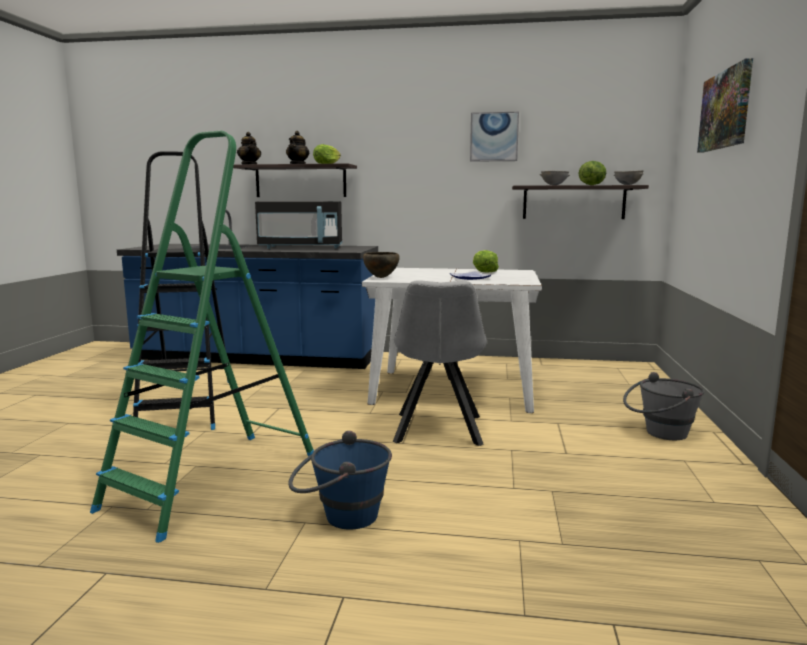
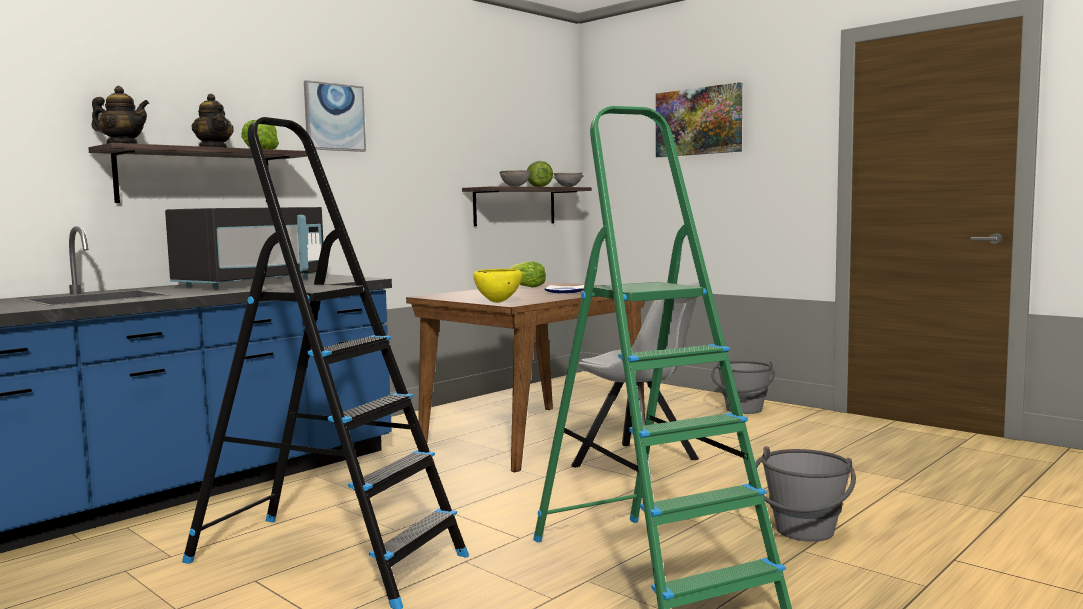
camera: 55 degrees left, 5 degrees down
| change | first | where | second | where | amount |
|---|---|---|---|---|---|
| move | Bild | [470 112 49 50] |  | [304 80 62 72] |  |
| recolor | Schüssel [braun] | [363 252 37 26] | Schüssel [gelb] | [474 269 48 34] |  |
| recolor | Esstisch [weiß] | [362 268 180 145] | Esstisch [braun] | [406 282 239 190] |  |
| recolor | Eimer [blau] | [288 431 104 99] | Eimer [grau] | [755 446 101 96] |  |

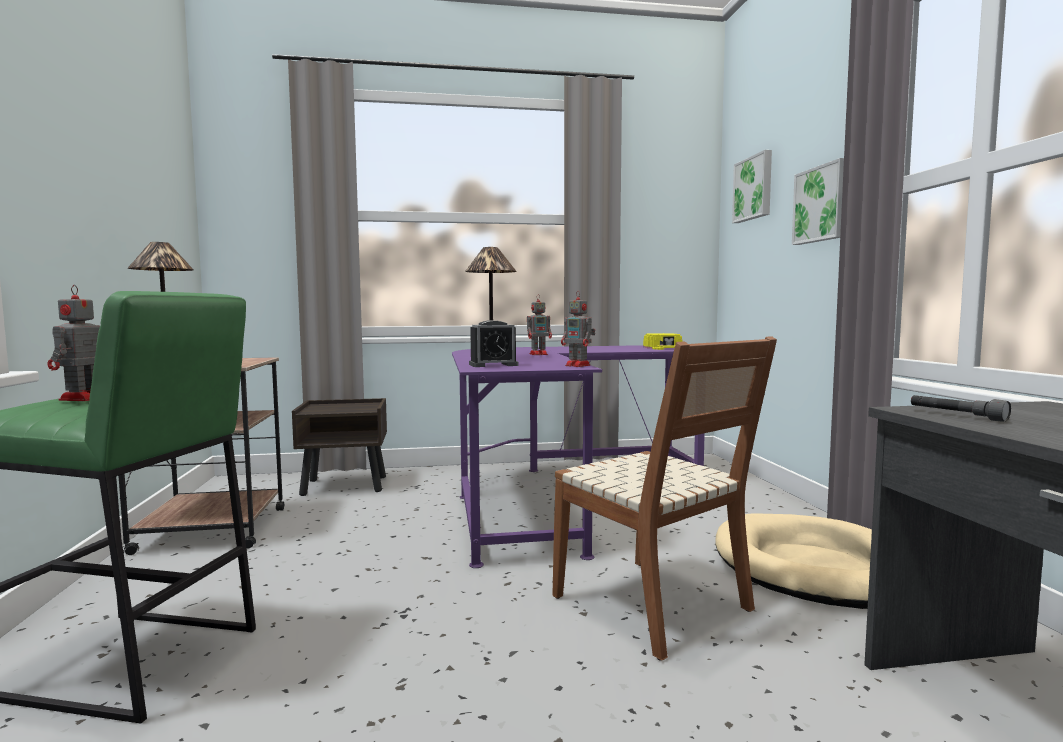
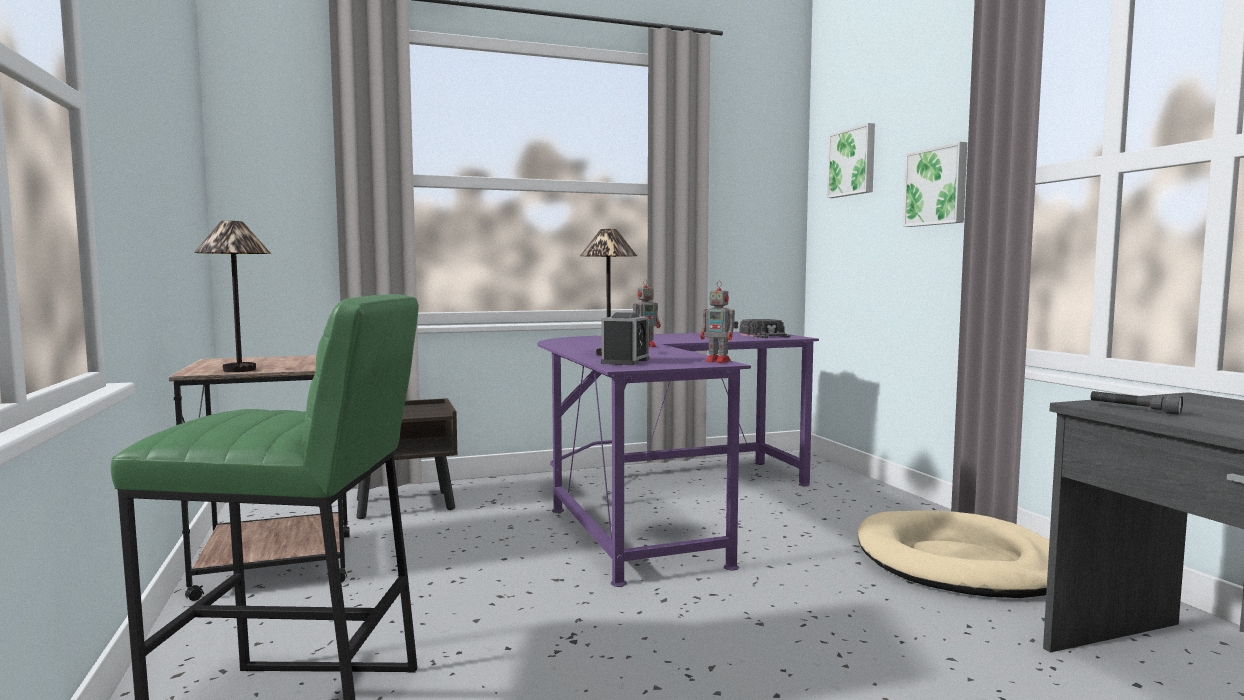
camera: 10 degrees left, 0 degrees up
| change | first | where | second | where | amount |
|---|---|---|---|---|---|
| delete | Spielzeugroboter | [48 285 52 116] |  |  |  |
| rotate | Wecker | [469 320 49 47] |  | [601 312 48 53] | 45 degrees counterclockwise |
| recolor | Kappe [gelb] | [643 333 39 17] | Kappe [schwarz] | [740 319 50 19] |  |
| delete | Stuhl | [552 336 225 325] |  |  |  |

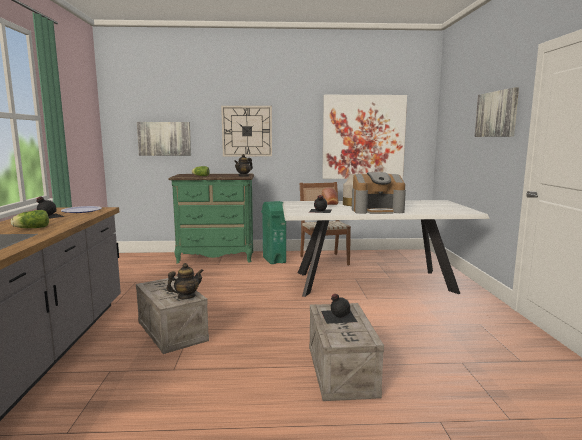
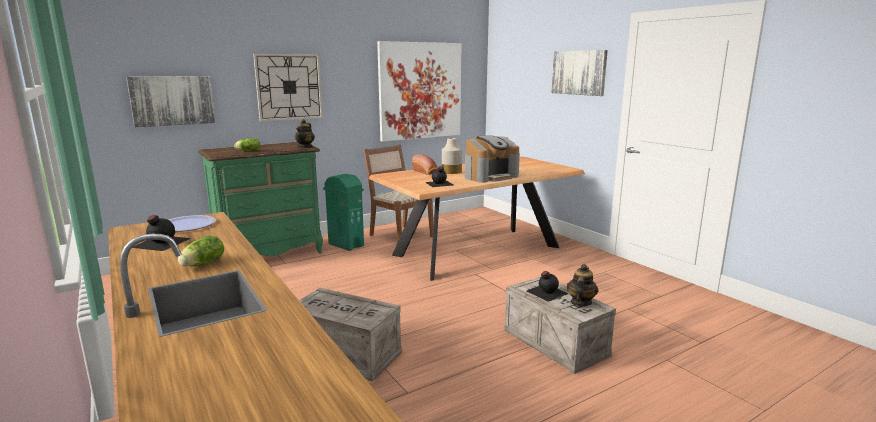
camera: 30 degrees left, 5 degrees up
| change | first | where | second | where | amount |
|---|---|---|---|---|---|
| recolor | Esstisch [weiß] | [282 200 208 97] | Esstisch [braun] | [369 156 216 125] |  |
| move | Teekanne | [166 263 38 36] |  | [567 264 32 42] |  |

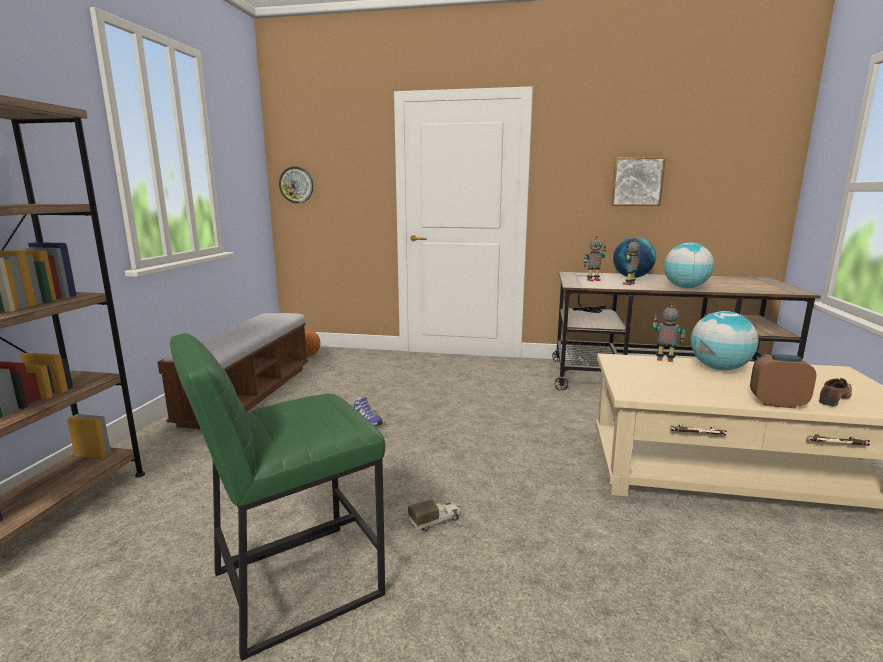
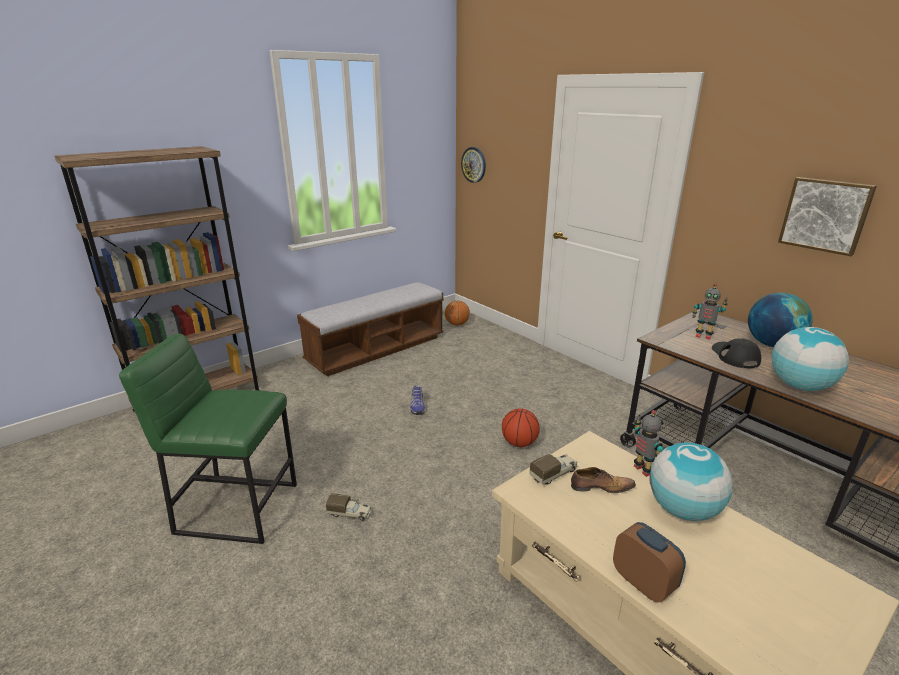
camera: 40 degrees right, 10 degrees up
| change | first | where | second | where | amount |
|---|---|---|---|---|---|
| replace | Spielzeugroboter | [623 238 17 47] | Kappe [schwarz] | [712 338 49 30] |  |
| move | Schuh | [819 378 33 28] |  | [571 467 65 26] |  |
| insert |  |  | Basketball | [502 408 38 39] |  |
| insert |  |  | Spielzeuglaster | [530 454 47 31] |  |

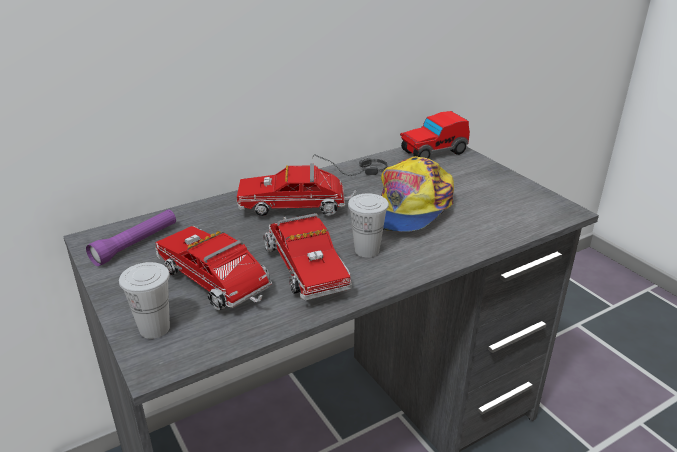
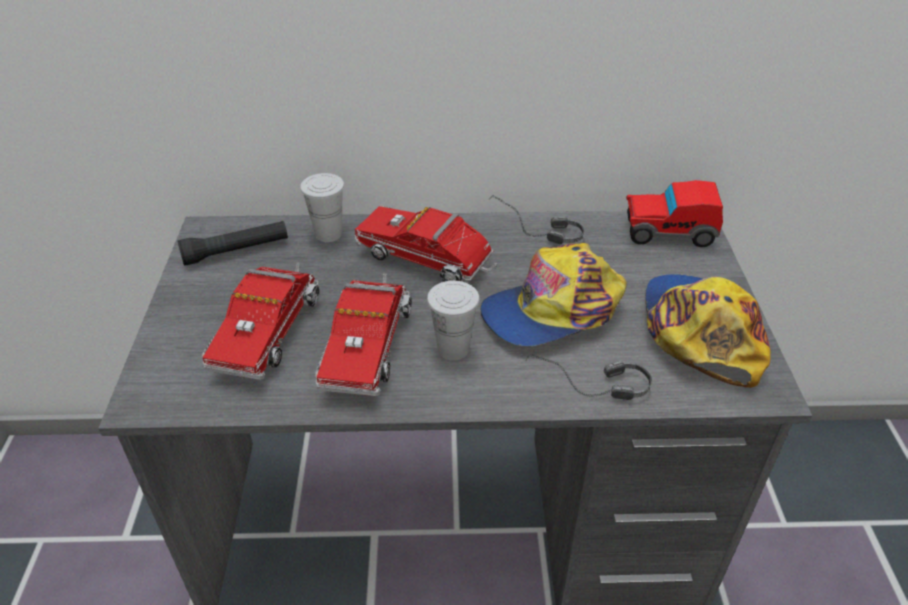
camera: 30 degrees right, 10 degrees up
| change | first | where | second | where | amount |
|---|---|---|---|---|---|
| recolor | Taschenlampe [lila] | [86 209 90 57] | Taschenlampe [schwarz] | [177 221 111 45] |  |
| rotate | Spielzeuglaster | [155 226 117 84] |  | [202 262 117 118] | 150 degrees counterclockwise |
| move | Tasse [weiß] | [119 262 51 77] |  | [300 173 44 69] |  |
| insert |  |  | Kappe | [645 274 126 114] |  |
| insert |  |  | Kopfhörer | [526 354 126 46] |  |

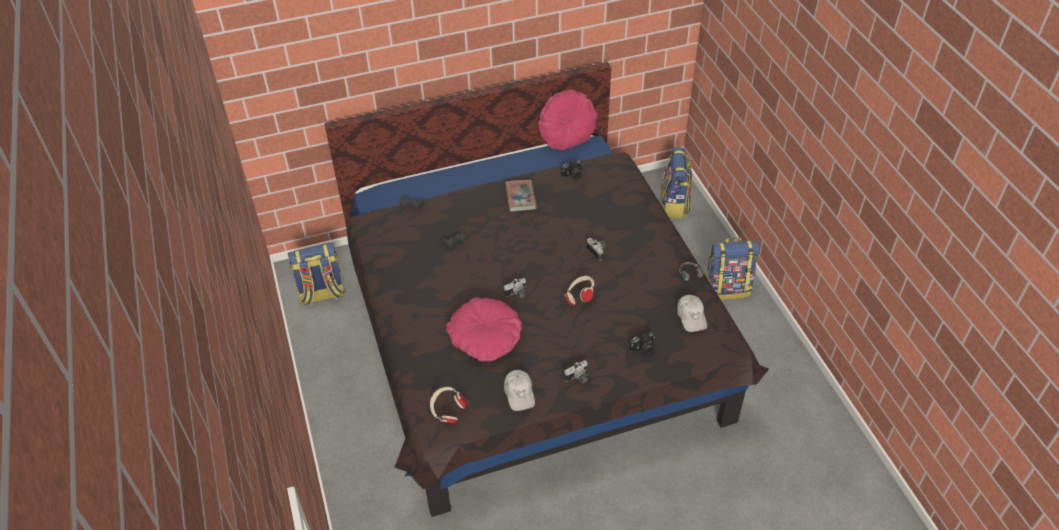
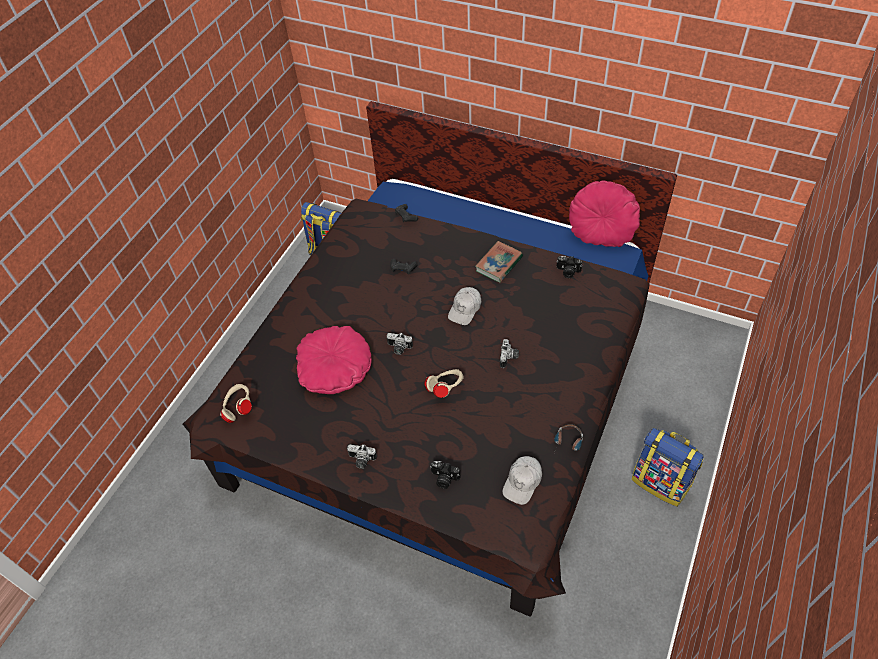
camera: 45 degrees right, 5 degrees up
| change | first | where | second | where | amount |
|---|---|---|---|---|---|
| delete | Rucksack | [660 147 32 72] |  |  |  |
| move | Kappe [weiß] | [504 370 31 41] |  | [448 287 33 38] |  |

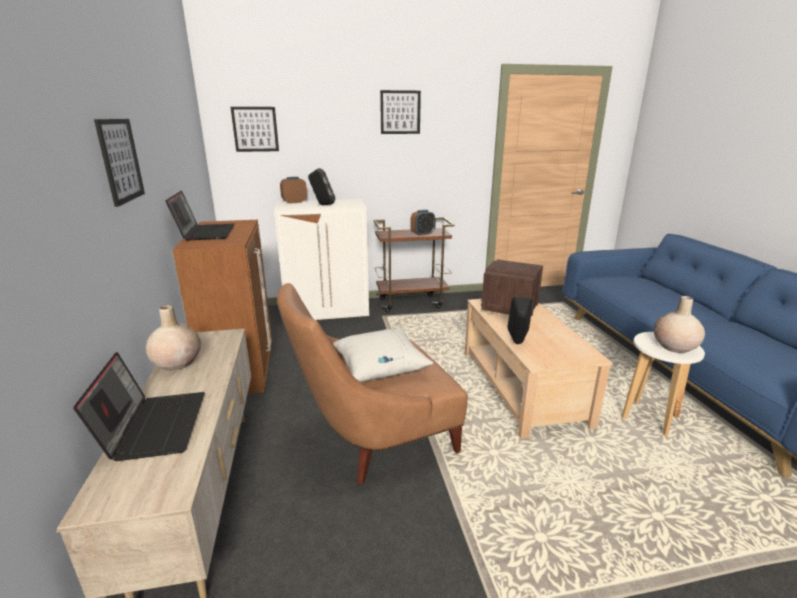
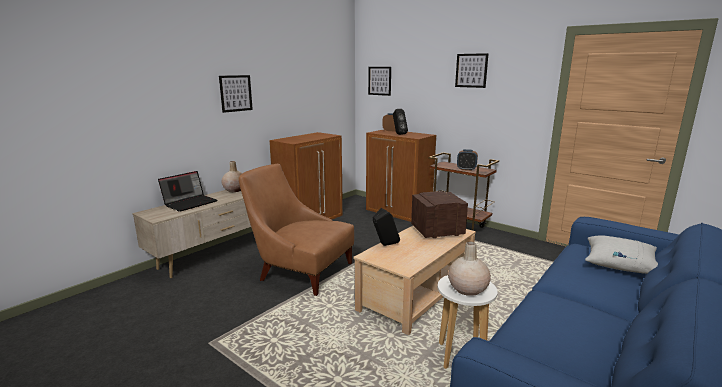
camera: 50 degrees right, 5 degrees down
| change | first | where | second | where | amount |
|---|---|---|---|---|---|
| delete | Laptop | [165 190 70 51] |  |  |  |
| recolor | Schrank [weiß] | [274 199 95 121] | Schrank [braun] | [366 129 70 93] |  |
| move | Kissen [grau] | [333 329 100 53] |  | [585 236 73 38] |  |

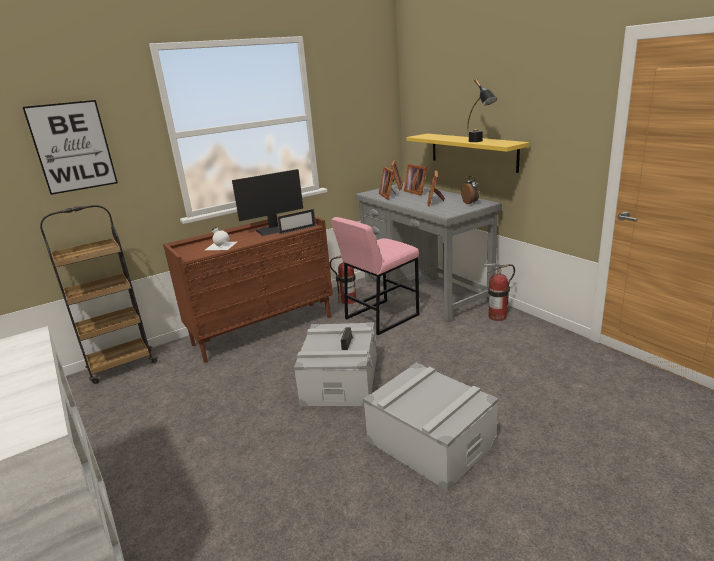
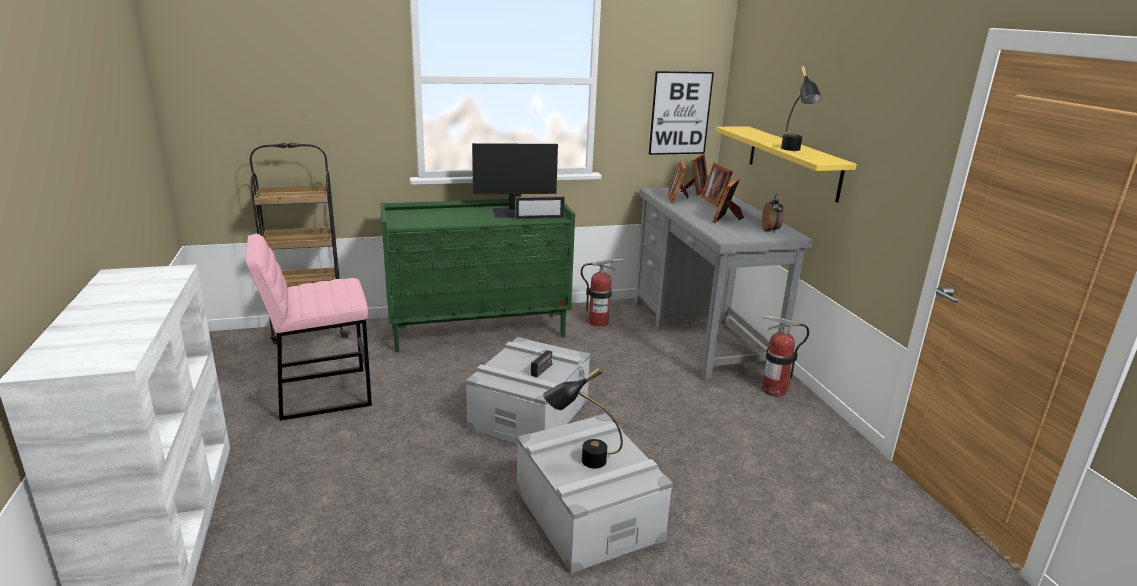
camera: 15 degrees right, 0 degrees up
| change | first | where | second | where | amount |
|---|---|---|---|---|---|
| move | Bild | [23 100 95 95] |  | [649 71 65 84] |  |
| recolor | Schrank [braun] | [163 217 170 146] | Schrank [grün] | [380 199 195 153] |  |
| move | Stuhl [rosa] | [331 217 88 118] |  | [246 234 126 187] |  |
| delete | Flasche [weiß] | [205 227 32 23] |  |  |  |
| insert |  |  | Tischlampe [schwarz] | [543 368 80 101] |  |

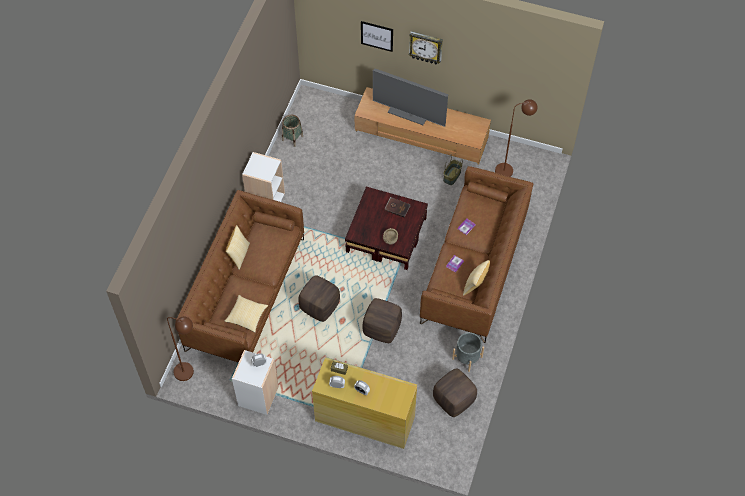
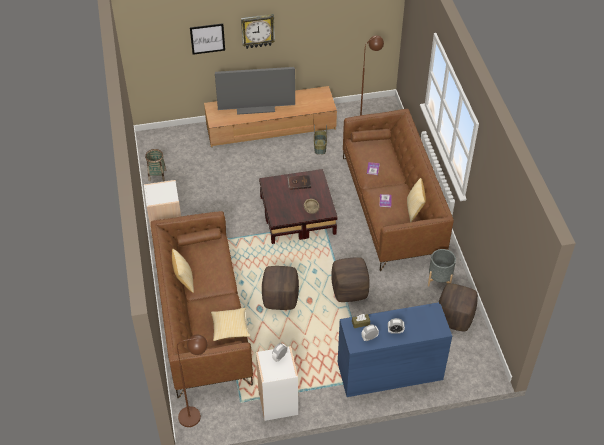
camera: 30 degrees left, 10 degrees down
| change | first | where | second | where | amount |
|---|---|---|---|---|---|
| recolor | Schrank [gelb] | [312 357 105 92] | Schrank [blau] | [338 302 114 95] |  |

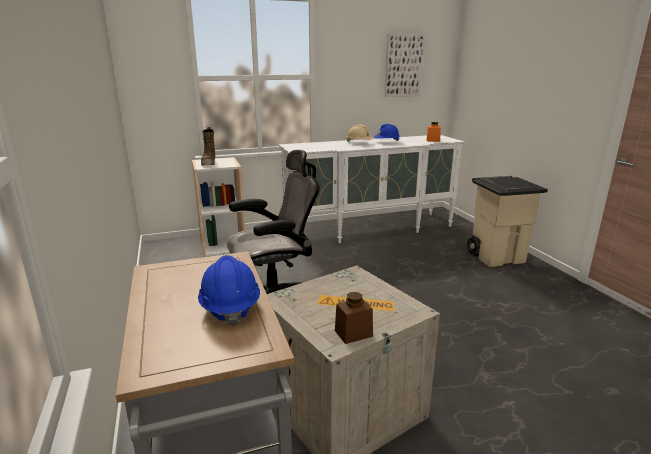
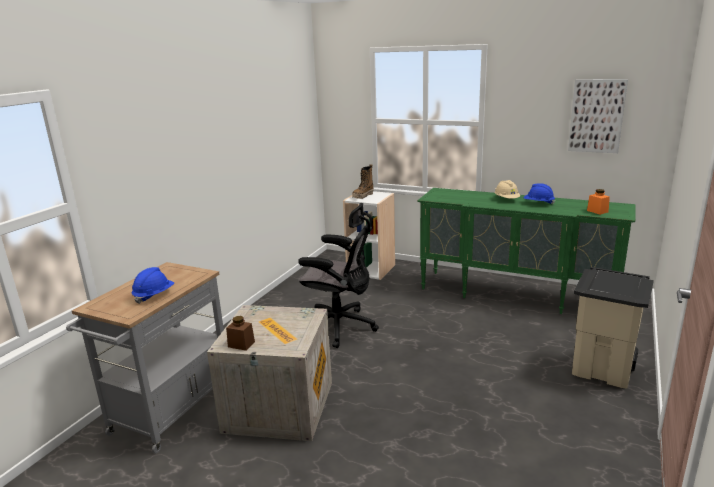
camera: 45 degrees right, 0 degrees up
| change | first | where | second | where | amount |
|---|---|---|---|---|---|
| recolor | Schrank [weiß] | [279 135 187 108] | Schrank [grün] | [417 188 218 126] |  |

